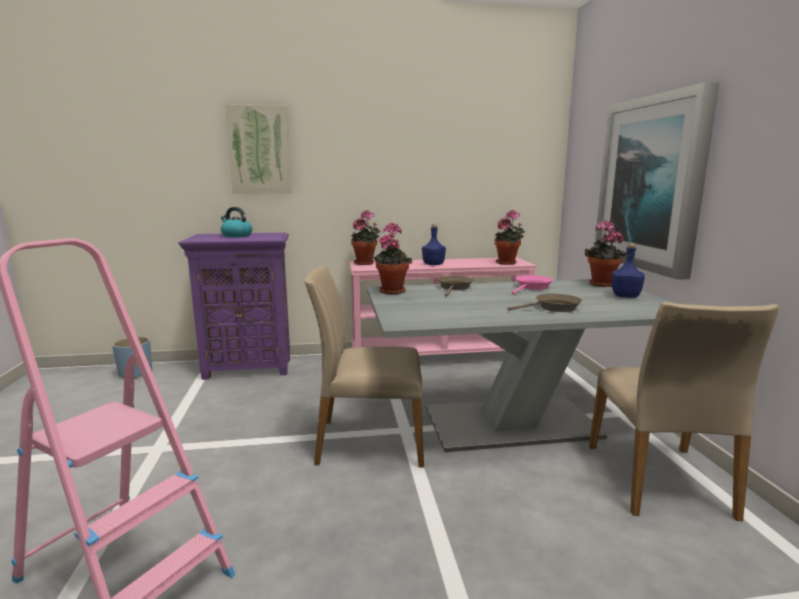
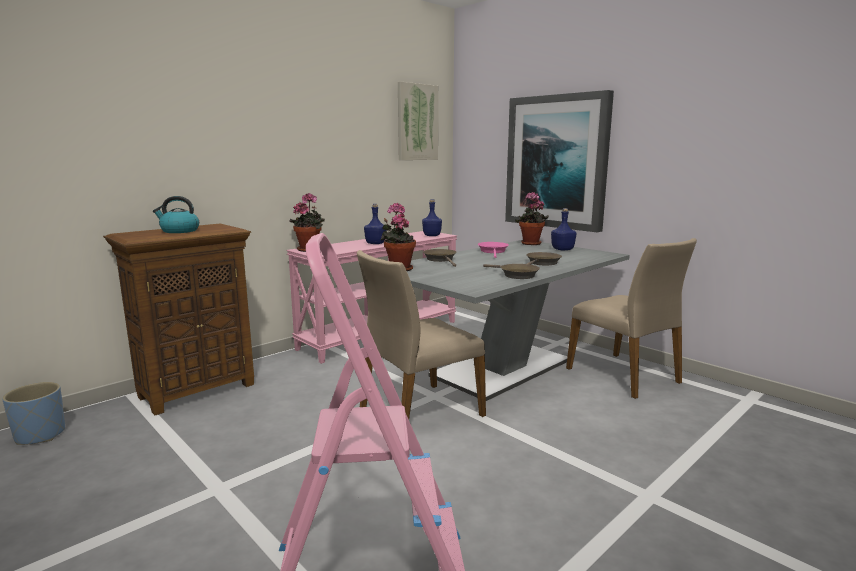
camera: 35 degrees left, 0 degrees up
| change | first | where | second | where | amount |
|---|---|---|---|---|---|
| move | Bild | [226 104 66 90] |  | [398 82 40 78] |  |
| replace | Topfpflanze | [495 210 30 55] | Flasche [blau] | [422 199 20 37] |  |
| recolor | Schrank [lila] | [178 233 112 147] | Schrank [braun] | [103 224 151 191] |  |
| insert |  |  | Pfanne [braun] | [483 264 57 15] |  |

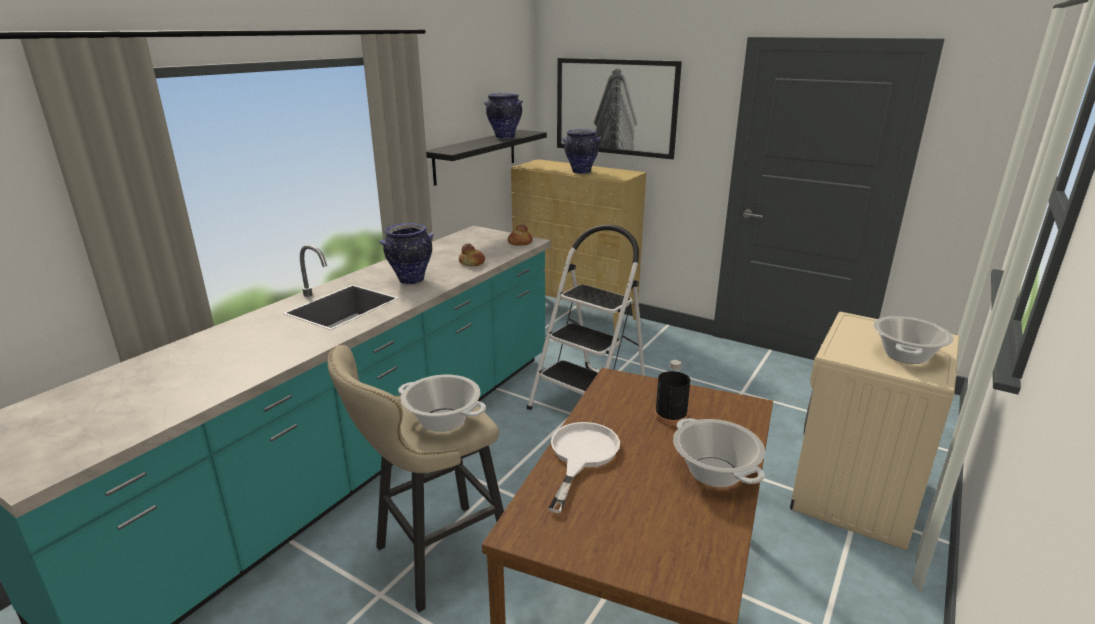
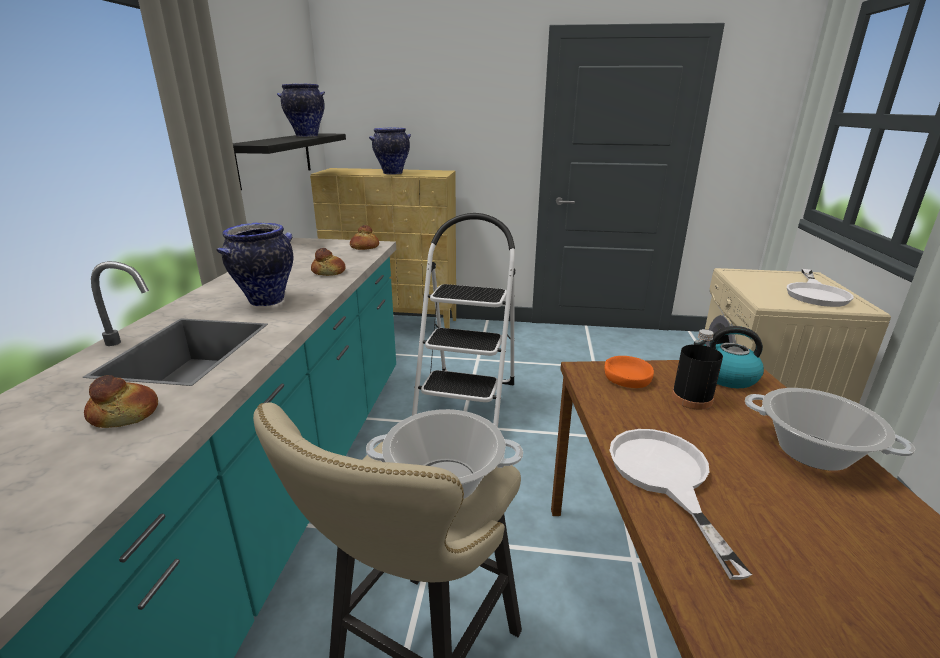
camera: 25 degrees left, 0 degrees up
| change | first | where | second | where | amount |
|---|---|---|---|---|---|
| delete | Bild | [557 58 125 101] |  |  |  |
| replace | Kochtopf | [873 316 81 48] | Pfanne [weiß] | [787 269 67 38] |  |
| insert |  |  | Wasserkessel | [694 326 70 62] |  |
| insert |  |  | Schüssel [orange] | [604 356 50 32] |  |
| insert |  |  | Brot | [84 375 74 53] |  |

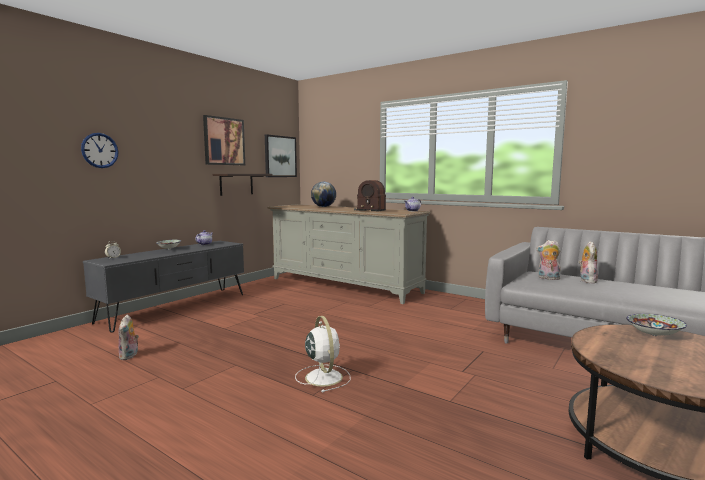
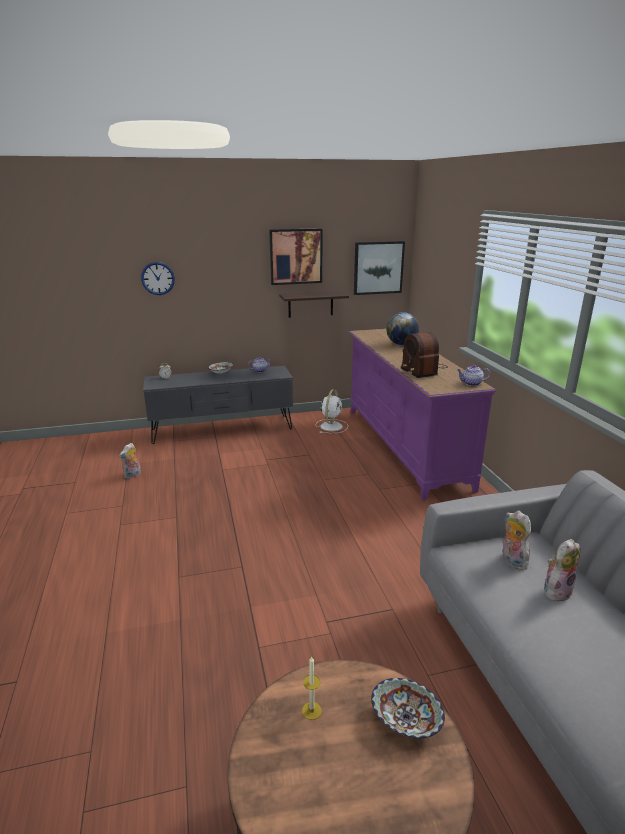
camera: 40 degrees right, 15 degrees up
| change | first | where | second | where | amount |
|---|---|---|---|---|---|
| recolor | Schrank [grau] | [267 204 163 100] | Schrank [lila] | [348 329 148 171] |  |
| move | Ventilator [weiß] | [295 316 56 77] |  | [316 389 32 44] |  |
| insert |  |  | Kerze | [302 657 20 63] |  |

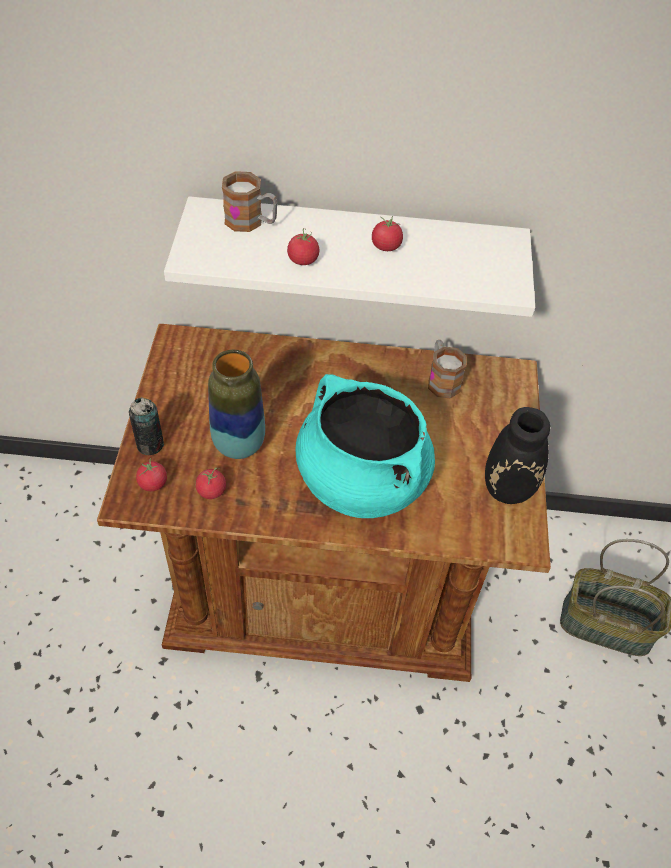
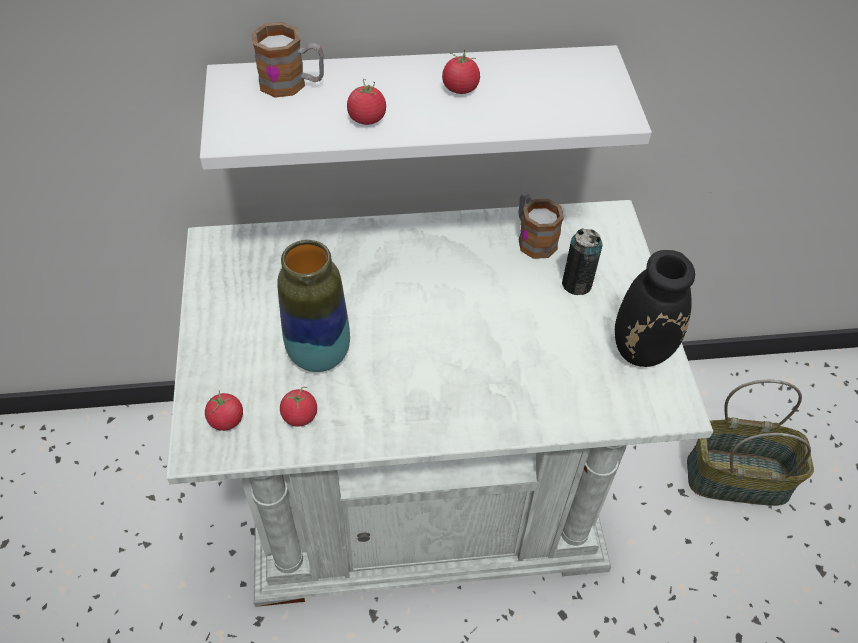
camera: 10 degrees left, 0 degrees up
| change | first | where | second | where | amount |
|---|---|---|---|---|---|
| recolor | Schrank [braun] | [97 324 454 358] | Schrank [weiß] | [167 200 546 407] |  |
| delete | Kochtopf [türkis] | [296 374 139 144] |  |  |  |
| move | Dose | [129 397 35 58] |  | [562 228 41 67] |  |

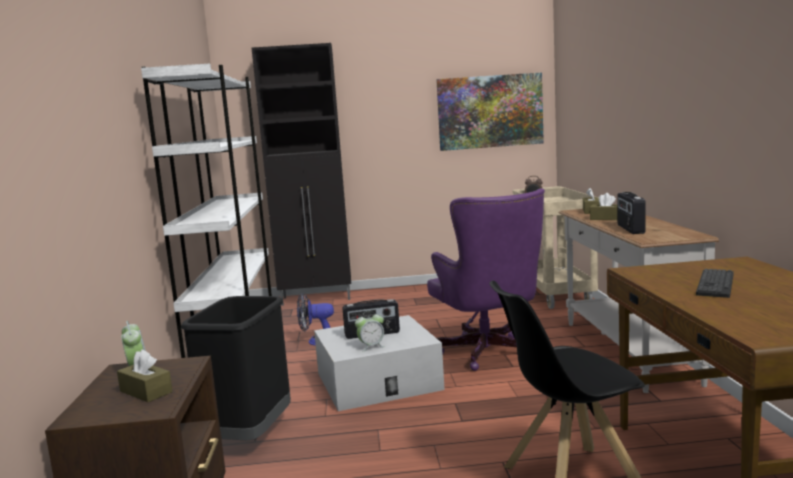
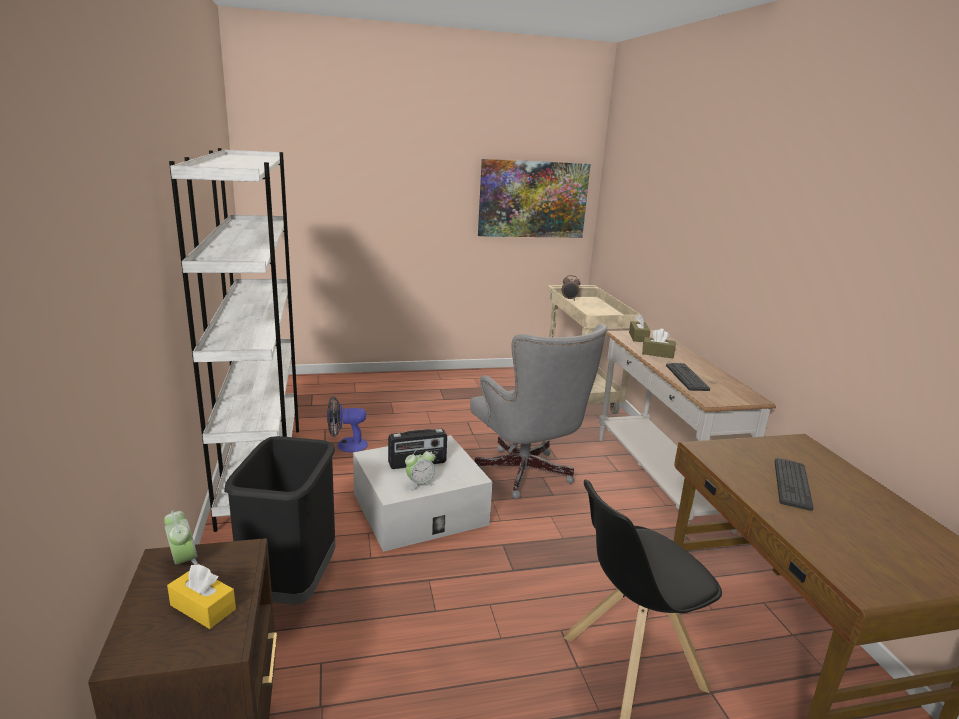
camera: 10 degrees left, 10 degrees up
| change | first | where | second | where | amount |
|---|---|---|---|---|---|
| delete | Schrank [schwarz] | [251 43 100 263] |  |  |  |
| recolor | Bürostuhl [lila] | [427 188 118 183] | Bürostuhl [grau] | [470 324 137 175] |  |
| replace | Radio | [617 192 29 42] | Tastatur | [666 363 44 28] |  |
| recolor | Taschentuchbox [braun] | [117 349 56 53] | Taschentuchbox [gelb] | [167 565 69 64] |  |

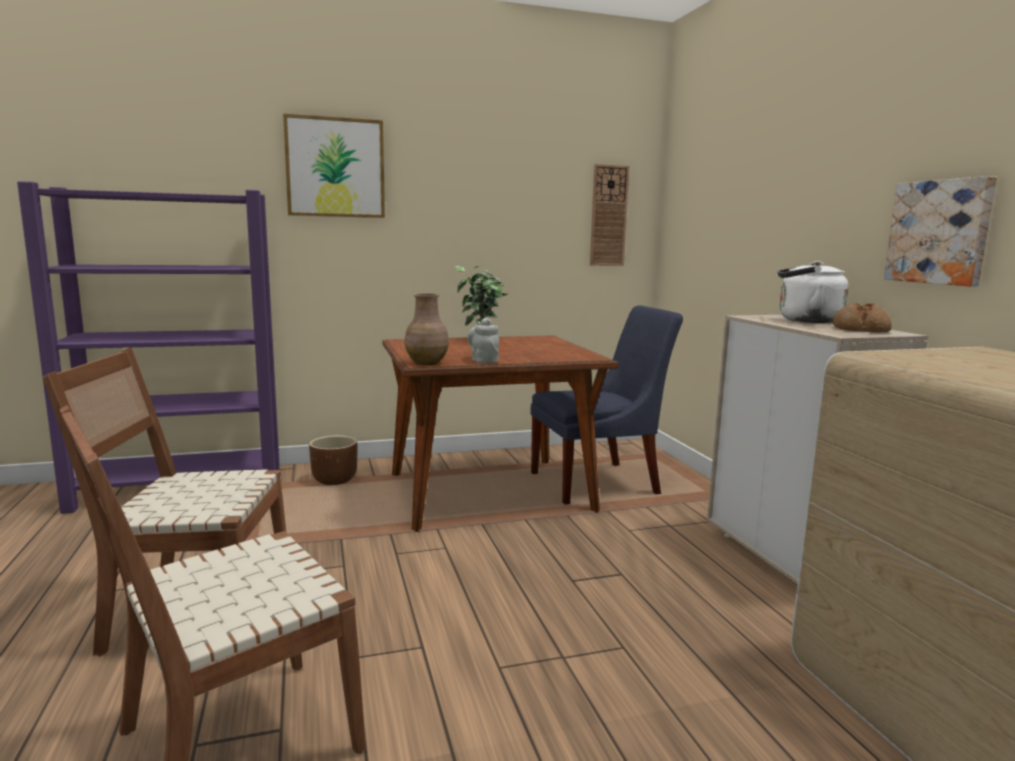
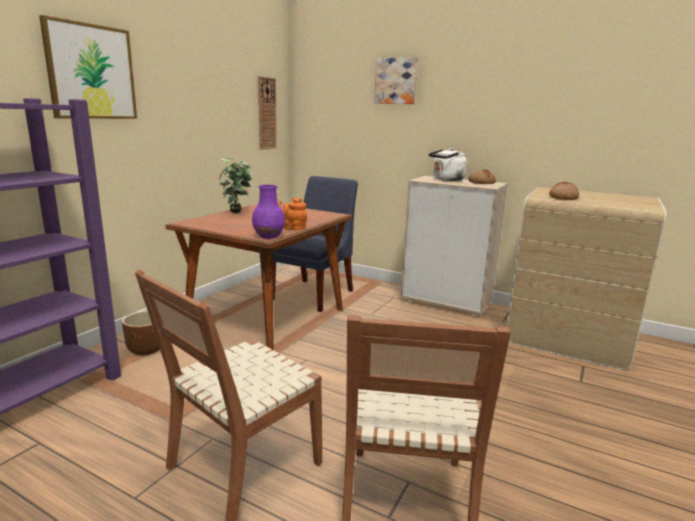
camera: 45 degrees left, 5 degrees up
| change | first | where | second | where | amount |
|---|---|---|---|---|---|
| move | Bild | [884 176 113 110] |  | [374 57 44 47] |  |
| recolor | Vase [braun] | [405 294 44 71] | Vase [lila] | [252 185 33 54] |  |
| recolor | Teekanne [grau] | [468 318 31 46] | Teekanne [orange] | [278 198 29 32] |  |
| insert |  |  | Brot | [549 182 30 18] |  |

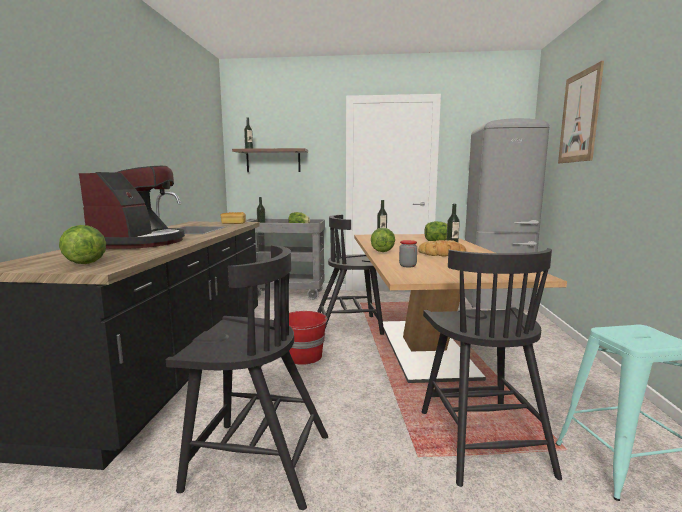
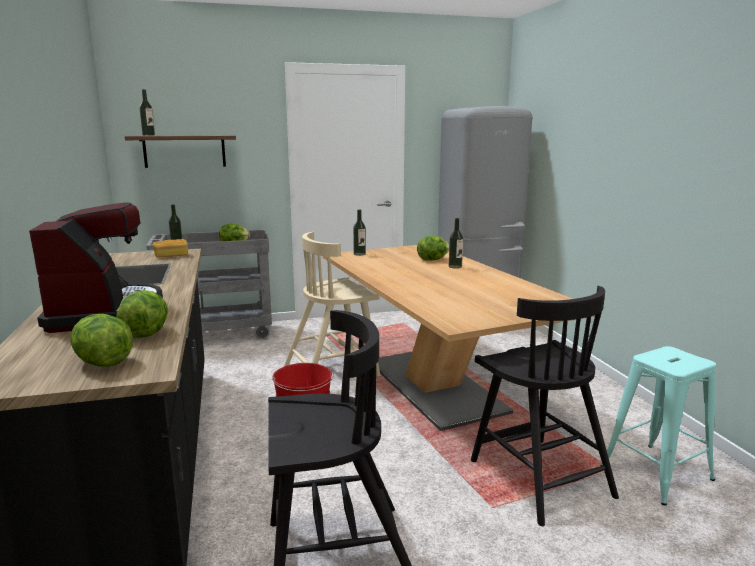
camera: 20 degrees left, 5 degrees up
| change | first | where | second | where | amount |
|---|---|---|---|---|---|
| delete | Bild | [558 61 46 102] |  |  |  |
| recolor | Stuhl [schwarz] | [317 215 67 120] | Stuhl [beige] | [283 232 97 144] |  |
| move | Salatkopf | [371 228 24 24] |  | [116 290 52 48] |  |
| delete | Vorratsglas | [399 240 18 28] |  |  |  |
| delete | Brot | [418 240 48 16] |  |  |  |

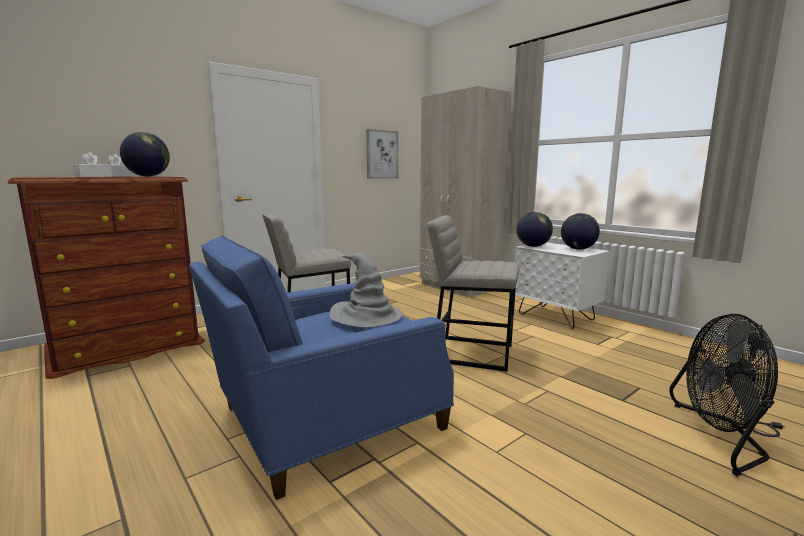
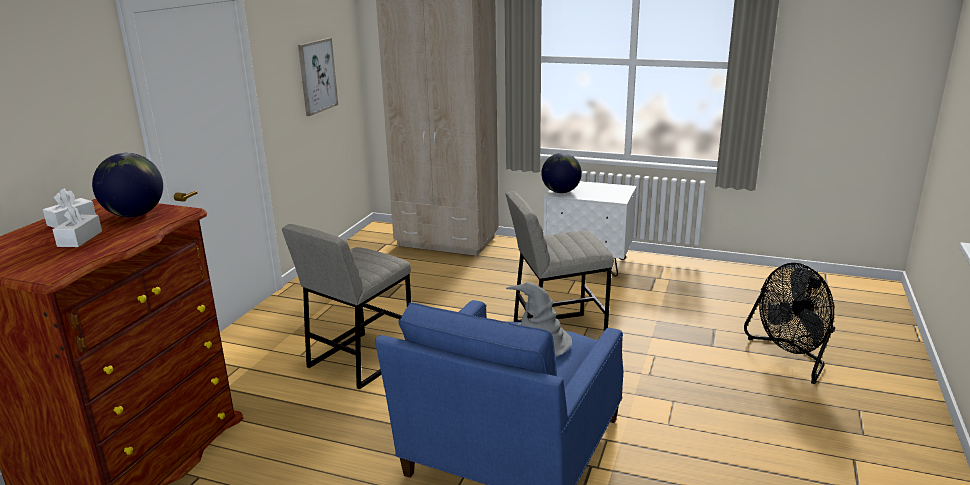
camera: 30 degrees left, 10 degrees up
| change | first | where | second | where | amount |
|---|---|---|---|---|---|
| delete | Globus | [561 213 39 37] |  |  |  |

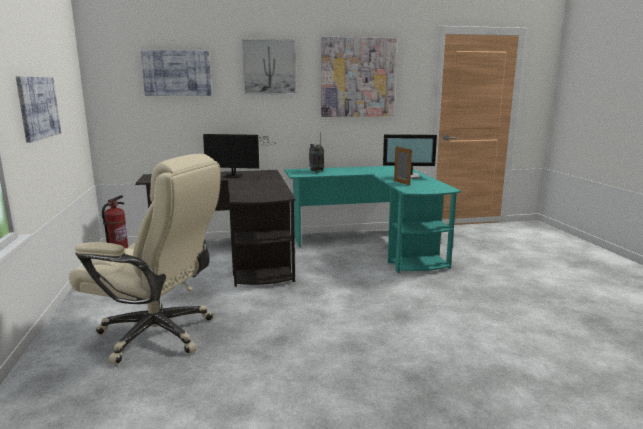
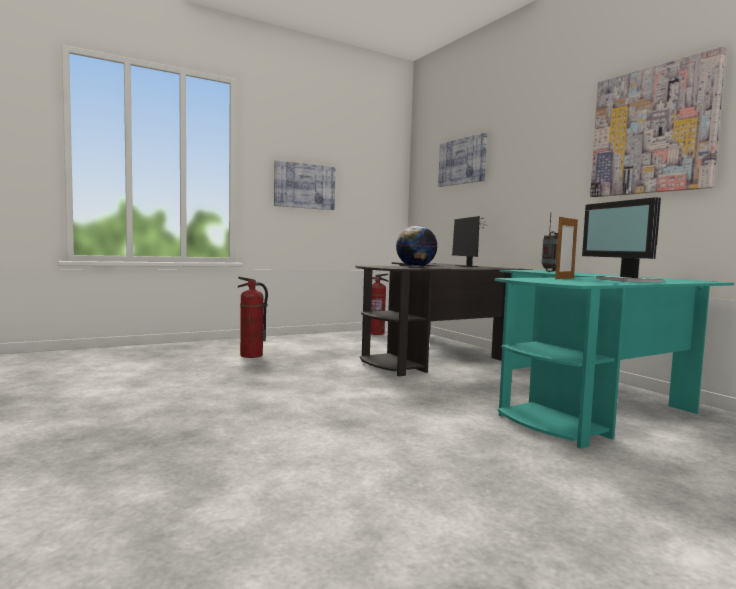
camera: 70 degrees right, 10 degrees down
| change | first | where | second | where | amount |
|---|---|---|---|---|---|
| delete | Bild | [242 39 54 56] |  |  |  |
| replace | Bürostuhl [beige] | [69 154 152 211] | Feuerlöscher | [237 277 31 81] |  |
| insert |  |  | Globus | [396 225 42 42] |  |

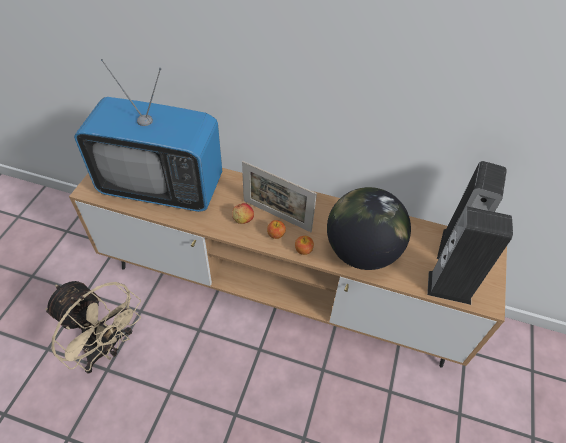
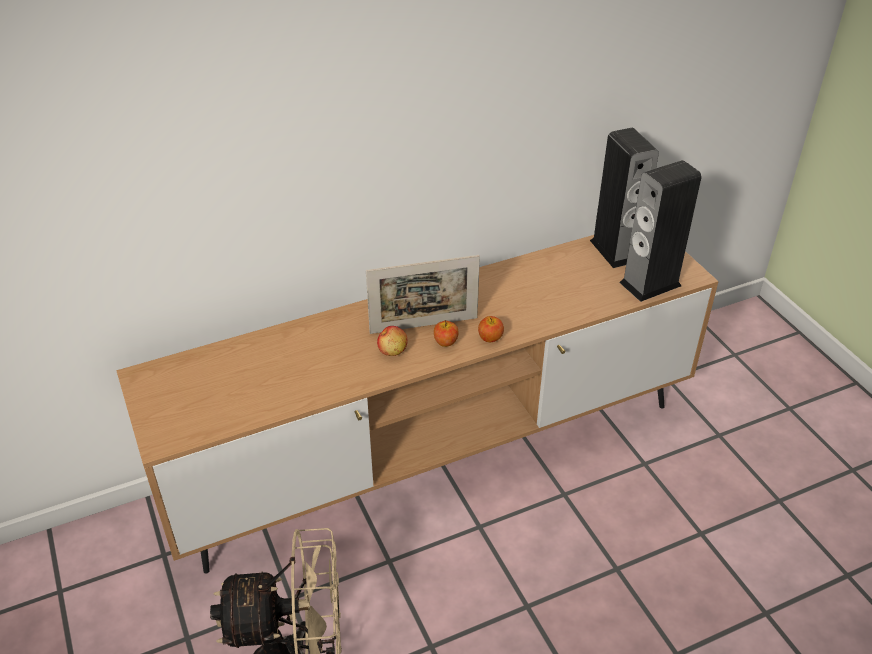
camera: 40 degrees left, 10 degrees down
| change | first | where | second | where | amount |
|---|---|---|---|---|---|
| delete | Fernseher | [74 59 148 153] |  |  |  |
| delete | Globus | [327 187 84 83] |  |  |  |

